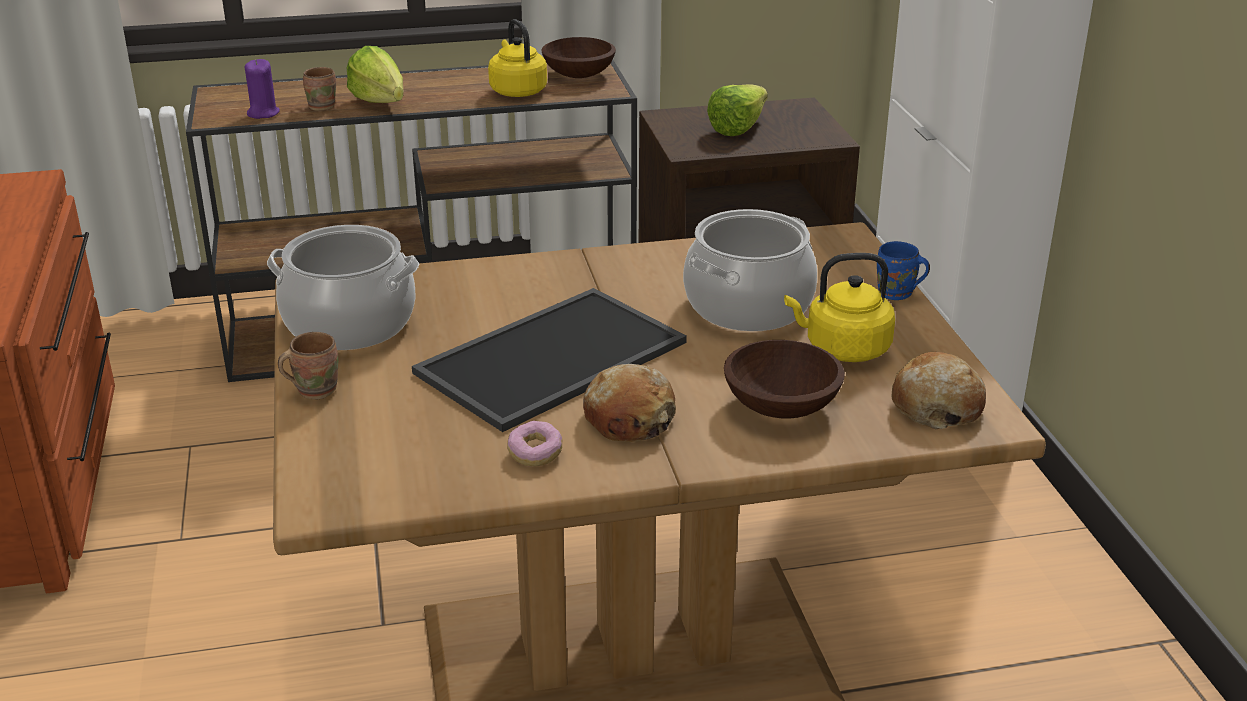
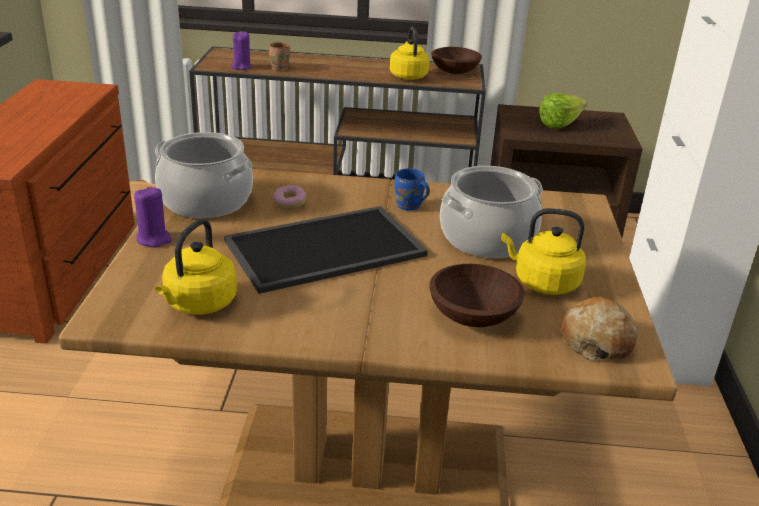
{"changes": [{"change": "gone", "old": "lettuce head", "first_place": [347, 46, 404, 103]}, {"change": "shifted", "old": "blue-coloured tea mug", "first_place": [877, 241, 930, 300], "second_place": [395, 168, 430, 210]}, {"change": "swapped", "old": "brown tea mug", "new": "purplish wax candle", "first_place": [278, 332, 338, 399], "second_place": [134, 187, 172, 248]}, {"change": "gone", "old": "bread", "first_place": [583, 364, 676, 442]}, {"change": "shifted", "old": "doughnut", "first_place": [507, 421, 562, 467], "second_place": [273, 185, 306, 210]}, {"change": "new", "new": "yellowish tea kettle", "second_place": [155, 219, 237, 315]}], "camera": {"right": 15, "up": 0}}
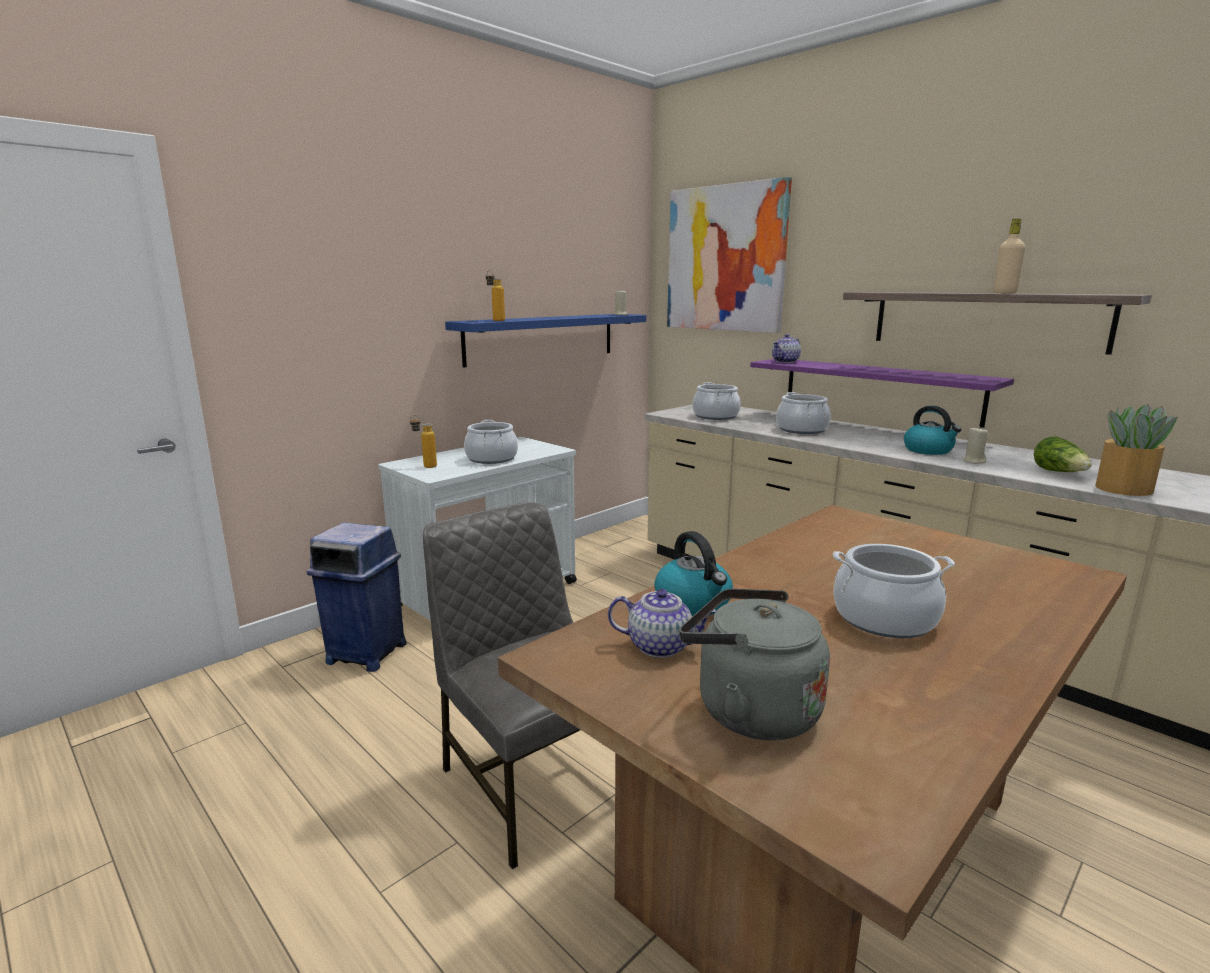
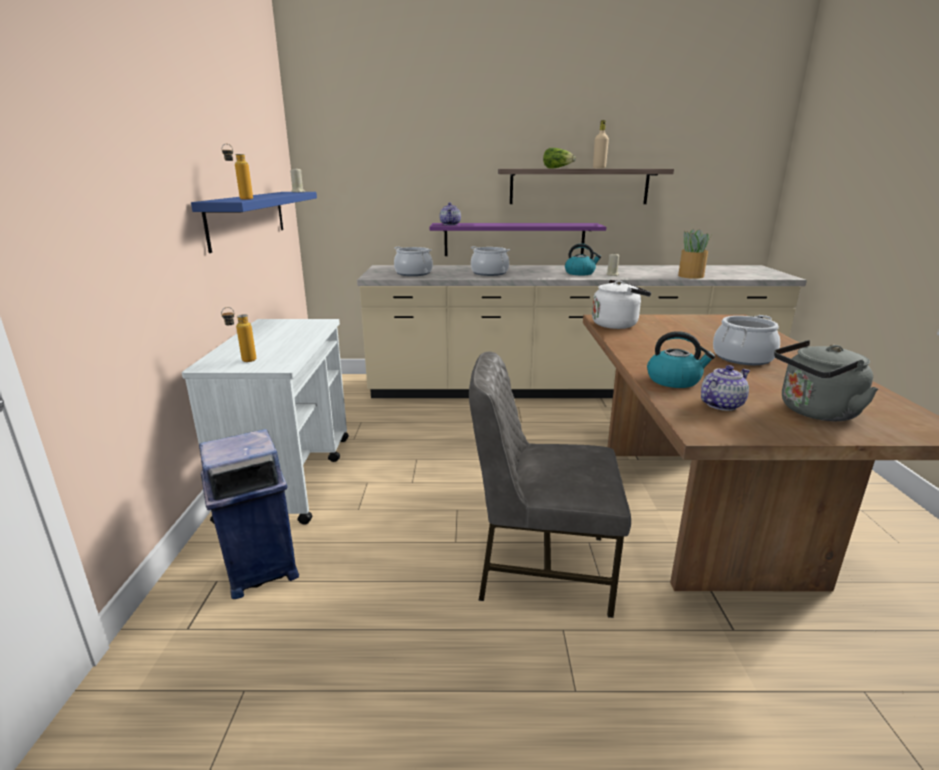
{"changes": [{"change": "gone", "old": "wall art", "first_place": [667, 177, 792, 333]}, {"change": "gone", "old": "cooking pot", "first_place": [464, 420, 518, 464]}, {"change": "shifted", "old": "lettuce head", "first_place": [1034, 436, 1092, 472], "second_place": [543, 148, 576, 169]}, {"change": "new", "new": "white-coloured tea kettle", "second_place": [592, 280, 651, 329]}], "camera": {"right": -45, "up": 5}}
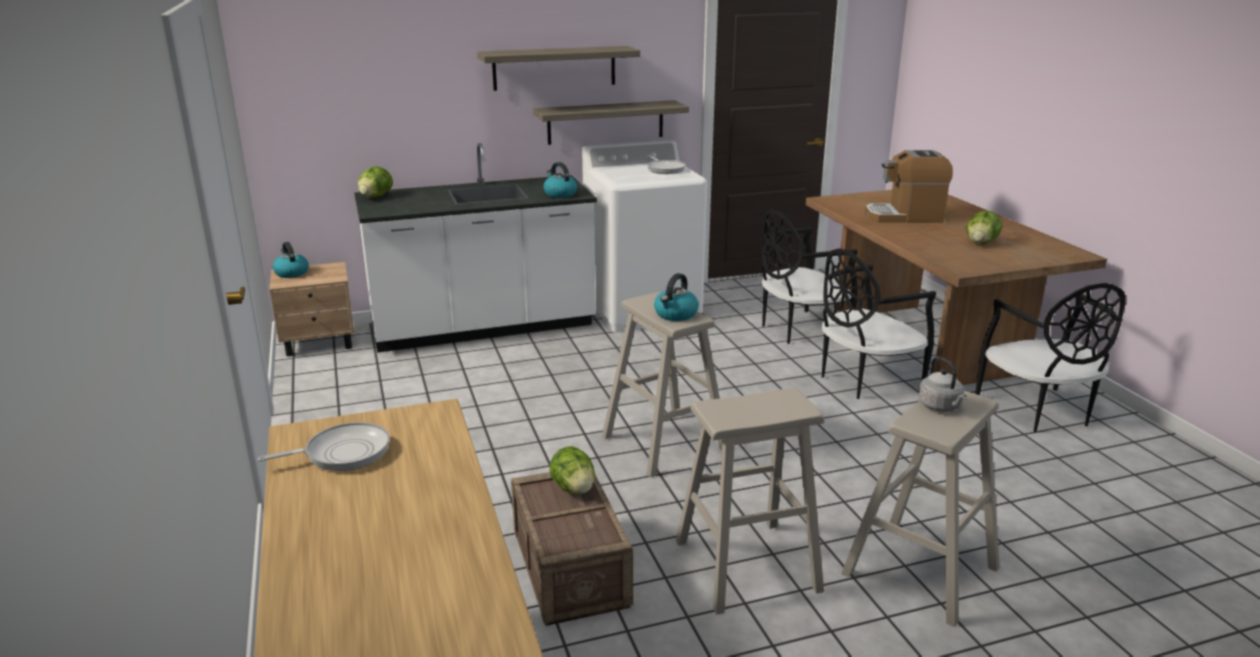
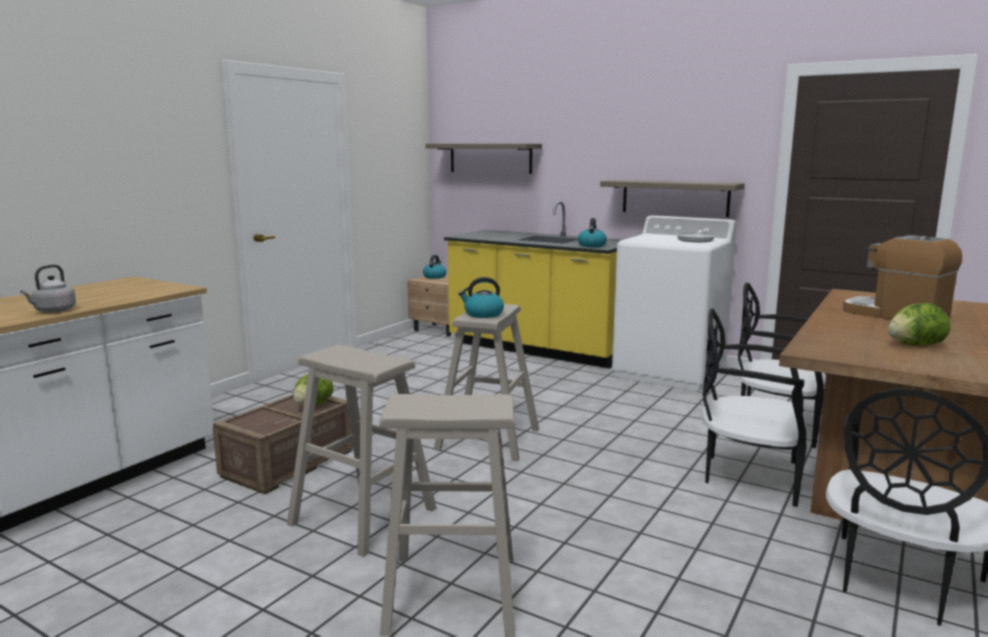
{"changes": [{"change": "shifted", "old": "wall shelf", "first_place": [477, 46, 640, 91], "second_place": [425, 144, 542, 174]}, {"change": "repainted", "old": "white-coloured kitchen counter", "new": "yellowish kitchen counter", "first_place": [354, 143, 597, 353], "second_place": [444, 201, 622, 369]}, {"change": "gone", "old": "lettuce head", "first_place": [358, 166, 393, 198]}, {"change": "shifted", "old": "grey tea kettle", "first_place": [919, 356, 967, 412], "second_place": [20, 265, 76, 312]}, {"change": "gone", "old": "pan", "first_place": [257, 422, 390, 471]}], "camera": {"right": 50, "up": -10}}
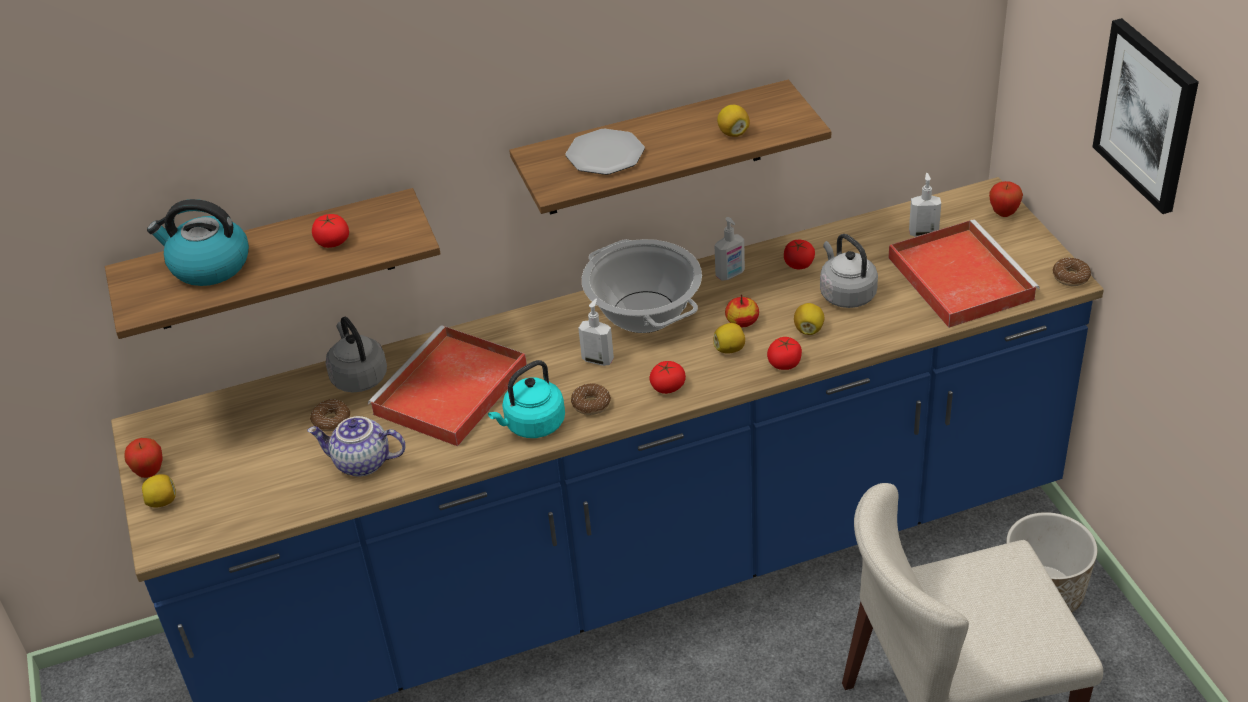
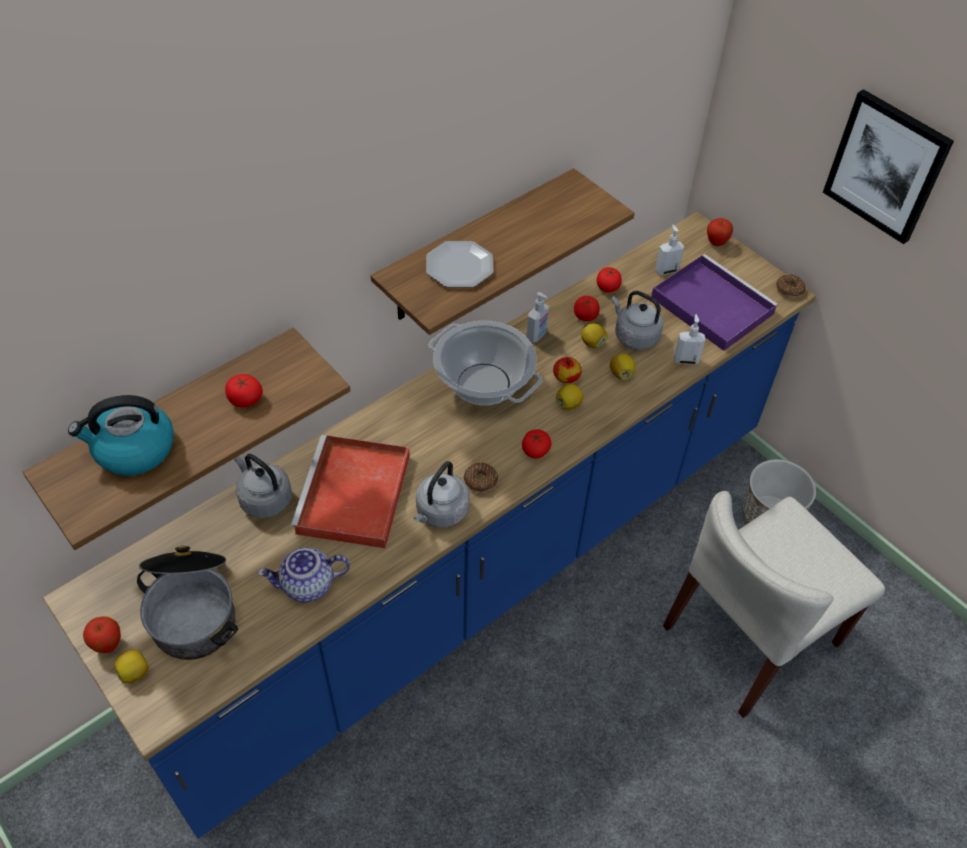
{"changes": [{"change": "shifted", "old": "lemon", "first_place": [717, 105, 750, 137], "second_place": [581, 323, 607, 348]}, {"change": "repainted", "old": "reddish serving tray", "new": "purplish serving tray", "first_place": [889, 219, 1040, 328], "second_place": [651, 254, 778, 351]}, {"change": "shifted", "old": "soap bottle", "first_place": [578, 298, 614, 366], "second_place": [674, 314, 705, 365]}, {"change": "shifted", "old": "fresh tomato", "first_place": [767, 337, 802, 370], "second_place": [597, 267, 622, 292]}, {"change": "repainted", "old": "blue-green tea kettle", "new": "grey tea kettle", "first_place": [488, 360, 565, 438], "second_place": [413, 461, 470, 528]}, {"change": "gone", "old": "doughnut", "first_place": [310, 399, 350, 432]}, {"change": "new", "new": "cooking pot", "second_place": [137, 546, 238, 660]}], "camera": {"right": -25, "up": 10}}
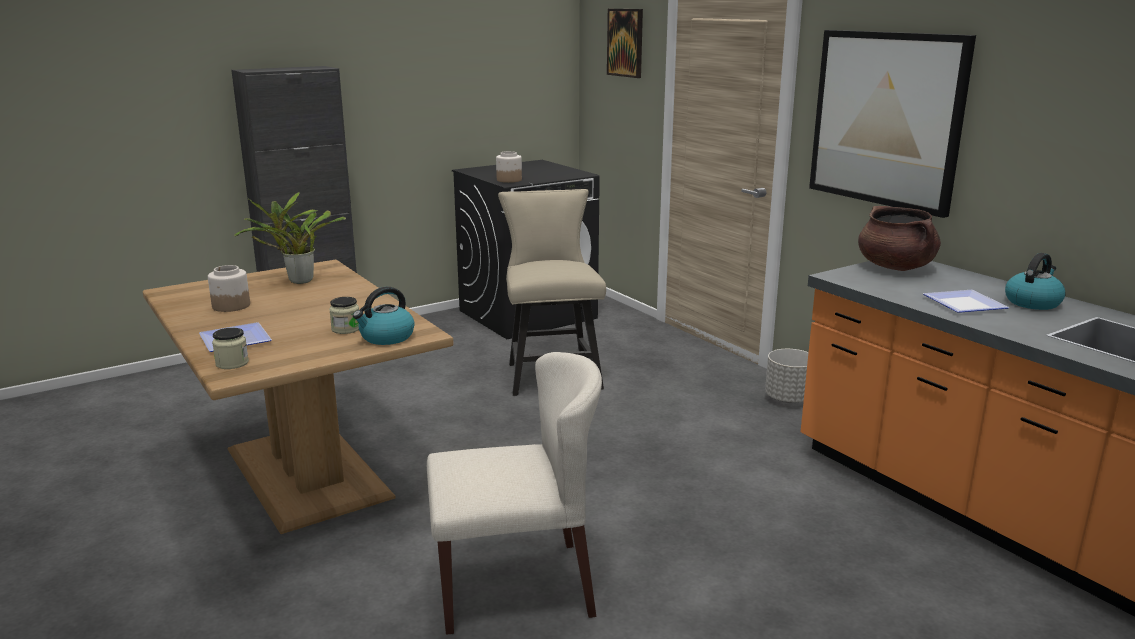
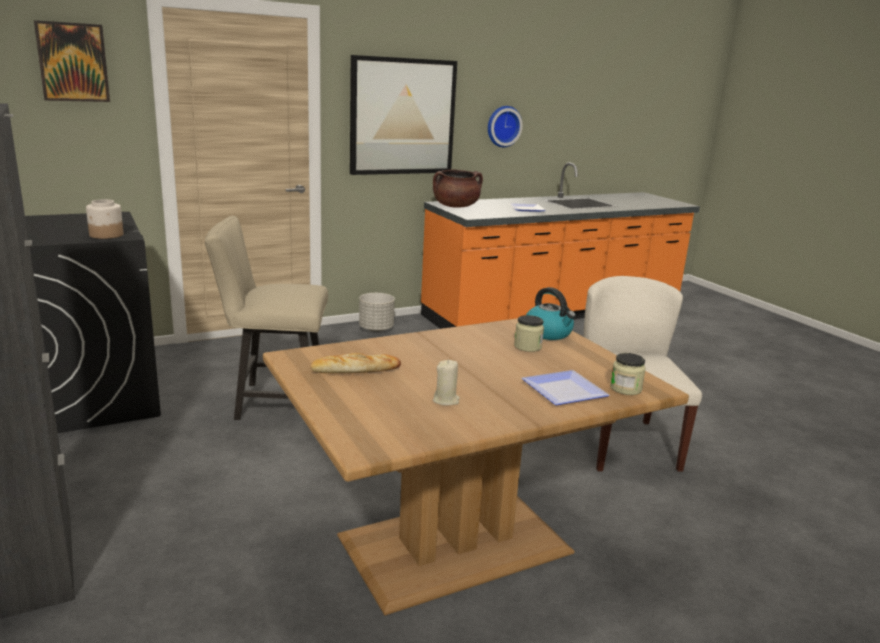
{"changes": [{"change": "swapped", "old": "potted plant", "new": "bread", "first_place": [234, 192, 346, 284], "second_place": [310, 353, 401, 373]}, {"change": "gone", "old": "tea kettle", "first_place": [1005, 253, 1066, 310]}, {"change": "swapped", "old": "storage jar", "new": "beige-coloured wax candle", "first_place": [208, 265, 250, 312], "second_place": [433, 359, 460, 406]}, {"change": "new", "new": "hanging clock", "second_place": [488, 106, 523, 147]}], "camera": {"right": -85, "up": 0}}
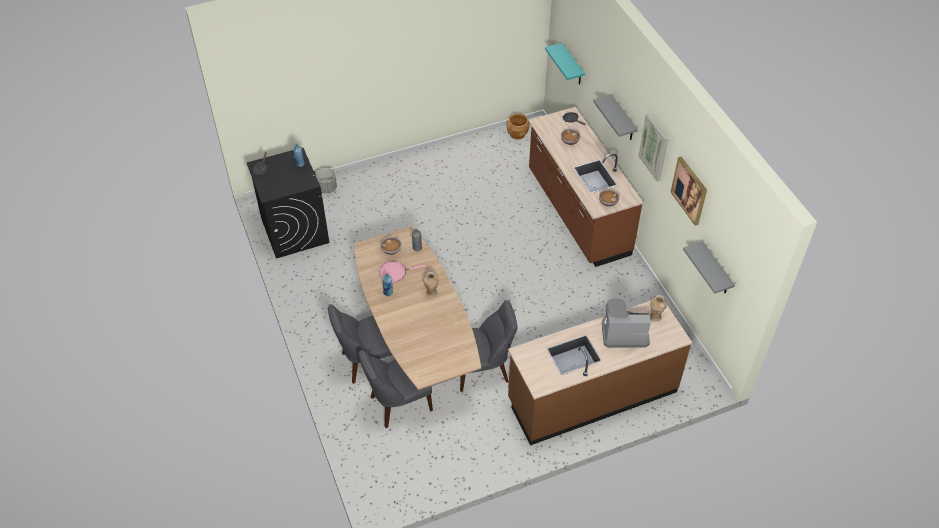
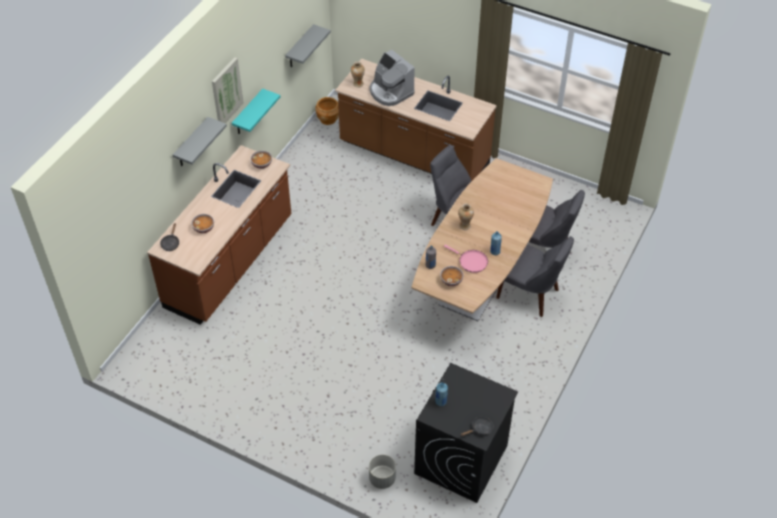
{"changes": [{"change": "shifted", "old": "blue-green wall shelf", "first_place": [545, 43, 585, 85], "second_place": [232, 89, 280, 134]}, {"change": "shifted", "old": "brown plant pot", "first_place": [507, 113, 530, 140], "second_place": [315, 97, 339, 125]}, {"change": "gone", "old": "wall art", "first_place": [670, 157, 707, 226]}], "camera": {"right": -130, "up": 0}}
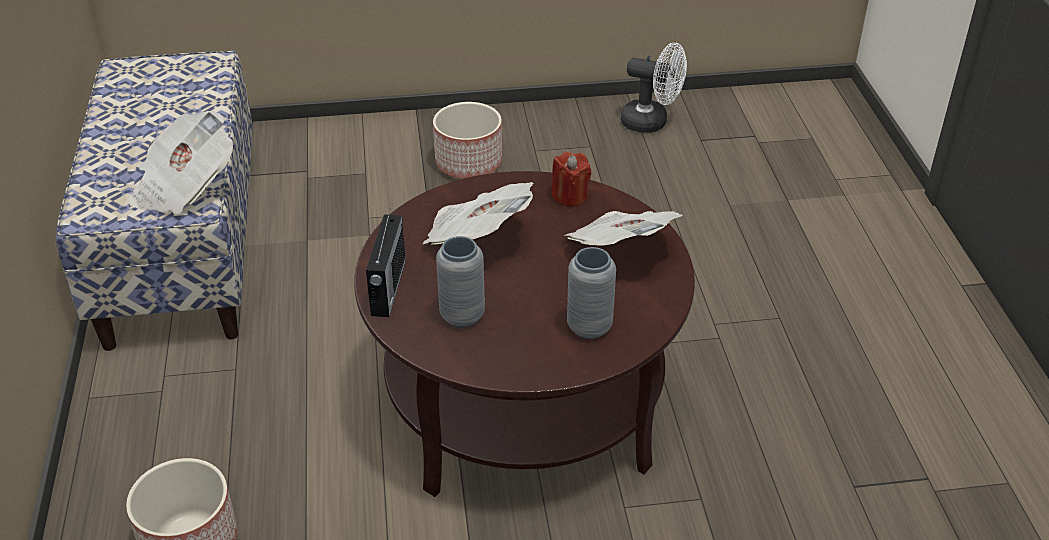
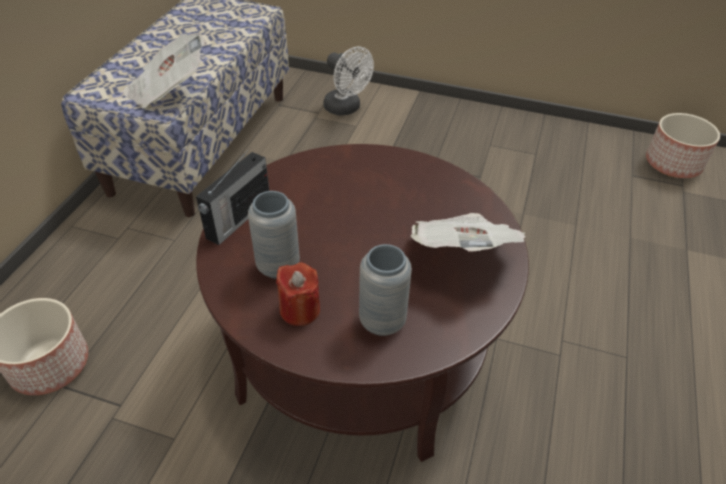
{"changes": [{"change": "shifted", "old": "white-coloured electric fan", "first_place": [621, 43, 687, 133], "second_place": [324, 46, 374, 115]}, {"change": "shifted", "old": "plant pot", "first_place": [433, 102, 502, 179], "second_place": [646, 113, 720, 178]}, {"change": "shifted", "old": "reddish wax candle", "first_place": [552, 152, 591, 207], "second_place": [276, 262, 320, 326]}, {"change": "gone", "old": "daily paper", "first_place": [423, 182, 533, 245]}], "camera": {"right": 25, "up": 5}}
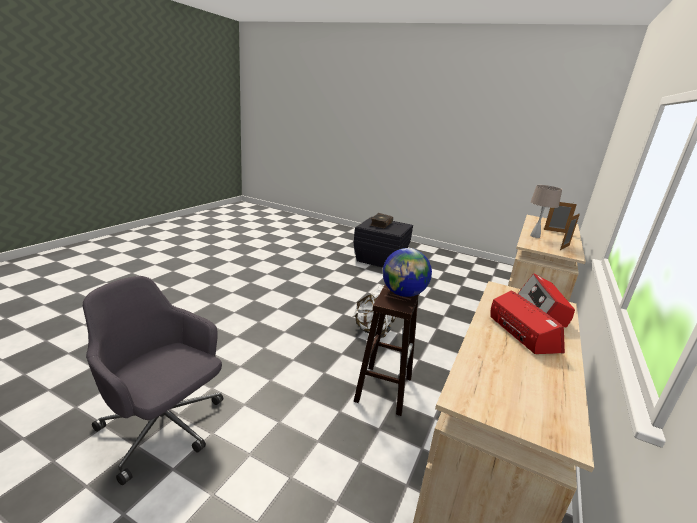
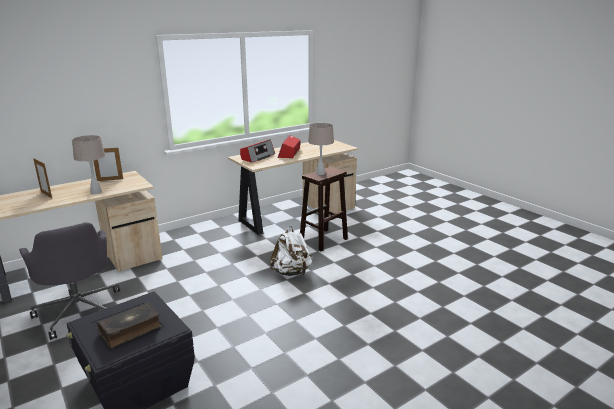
{"changes": [{"change": "swapped", "old": "globe", "new": "beige-coloured table lamp", "first_place": [383, 248, 432, 297], "second_place": [308, 123, 334, 175]}, {"change": "shifted", "old": "grey desk chair", "first_place": [83, 276, 223, 485], "second_place": [19, 222, 120, 340]}], "camera": {"right": -150, "up": 0}}
